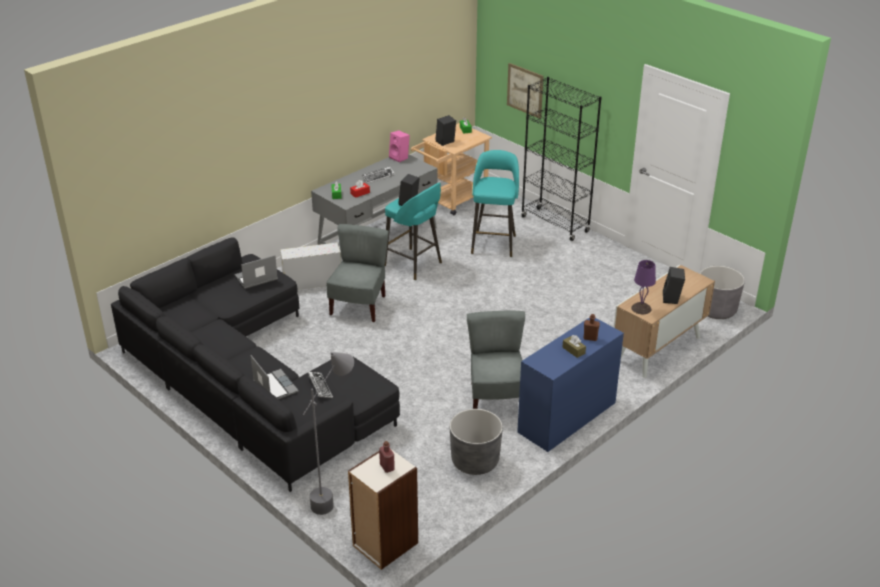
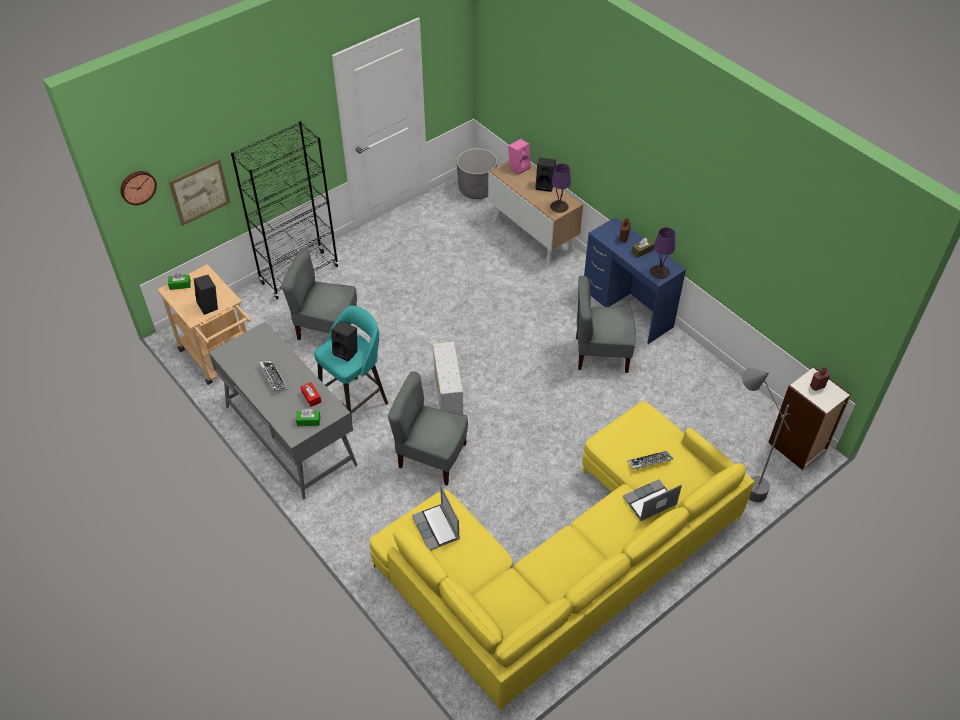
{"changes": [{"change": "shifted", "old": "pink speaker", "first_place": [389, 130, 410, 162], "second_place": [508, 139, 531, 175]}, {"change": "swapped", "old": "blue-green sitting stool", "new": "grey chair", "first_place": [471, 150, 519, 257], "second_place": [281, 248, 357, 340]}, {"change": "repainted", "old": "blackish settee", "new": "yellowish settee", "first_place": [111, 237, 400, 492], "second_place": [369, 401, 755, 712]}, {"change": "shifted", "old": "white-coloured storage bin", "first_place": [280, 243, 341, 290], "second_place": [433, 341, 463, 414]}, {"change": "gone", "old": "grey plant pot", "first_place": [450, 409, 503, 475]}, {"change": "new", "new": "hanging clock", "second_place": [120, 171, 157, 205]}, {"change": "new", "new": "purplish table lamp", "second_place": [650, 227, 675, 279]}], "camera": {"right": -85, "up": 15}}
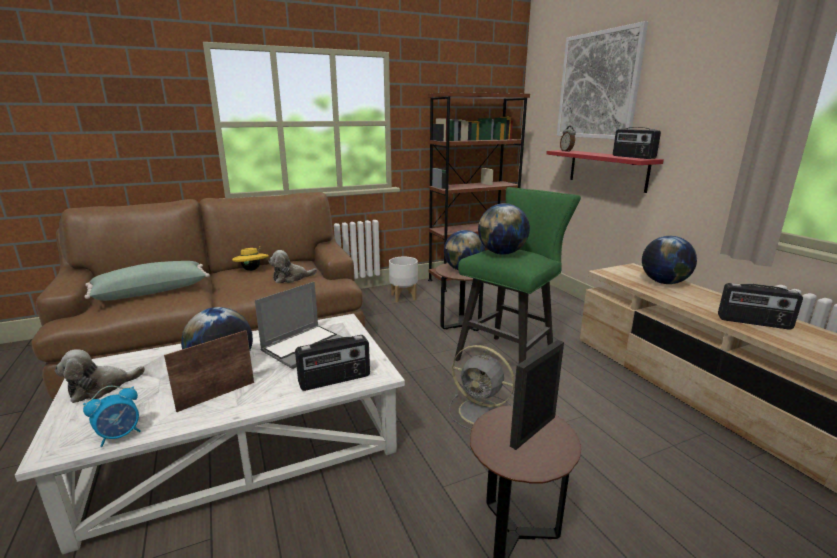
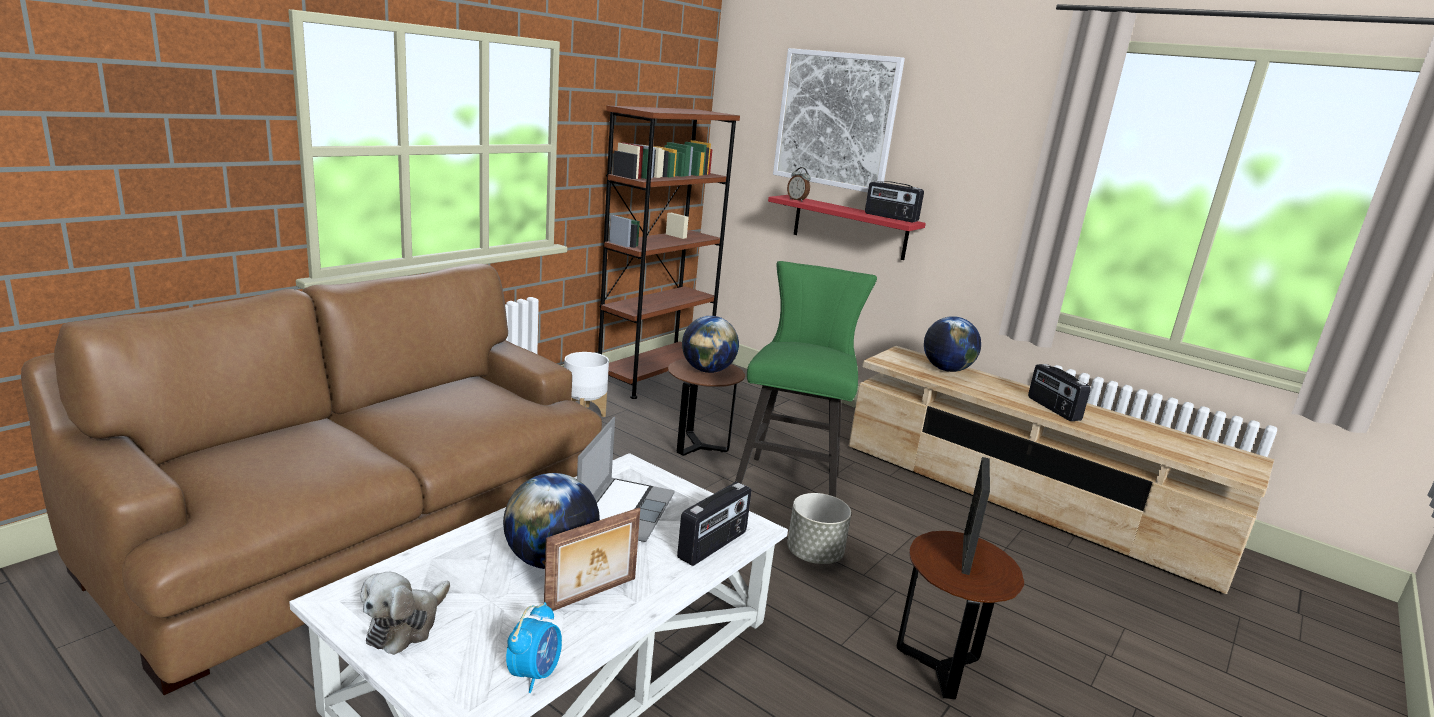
{"changes": [{"change": "gone", "old": "globe", "first_place": [478, 203, 530, 254]}, {"change": "gone", "old": "yellowish clothing hat", "first_place": [232, 247, 269, 271]}, {"change": "gone", "old": "soft toy", "first_place": [269, 250, 317, 283]}, {"change": "gone", "old": "green-coloured throw pillow", "first_place": [84, 261, 210, 301]}, {"change": "rotated", "old": "radio set", "first_place": [718, 283, 803, 330], "second_place": [1028, 364, 1091, 421], "degrees": 75}, {"change": "rotated", "old": "photo frame", "first_place": [164, 330, 254, 412], "second_place": [544, 508, 640, 611], "degrees": -150}, {"change": "swapped", "old": "grey electric fan", "new": "grey plant pot", "first_place": [449, 345, 515, 430], "second_place": [787, 493, 851, 564]}], "camera": {"right": -30, "up": 0}}
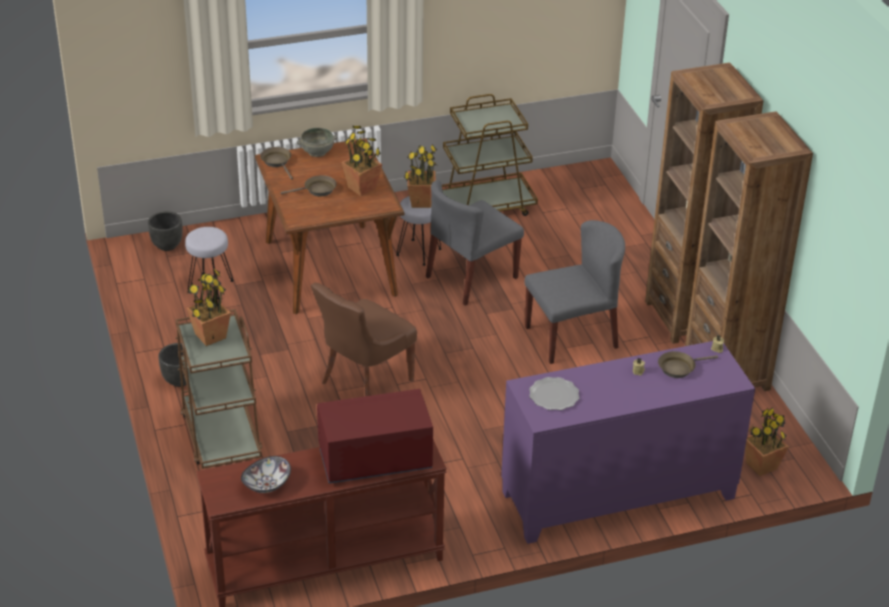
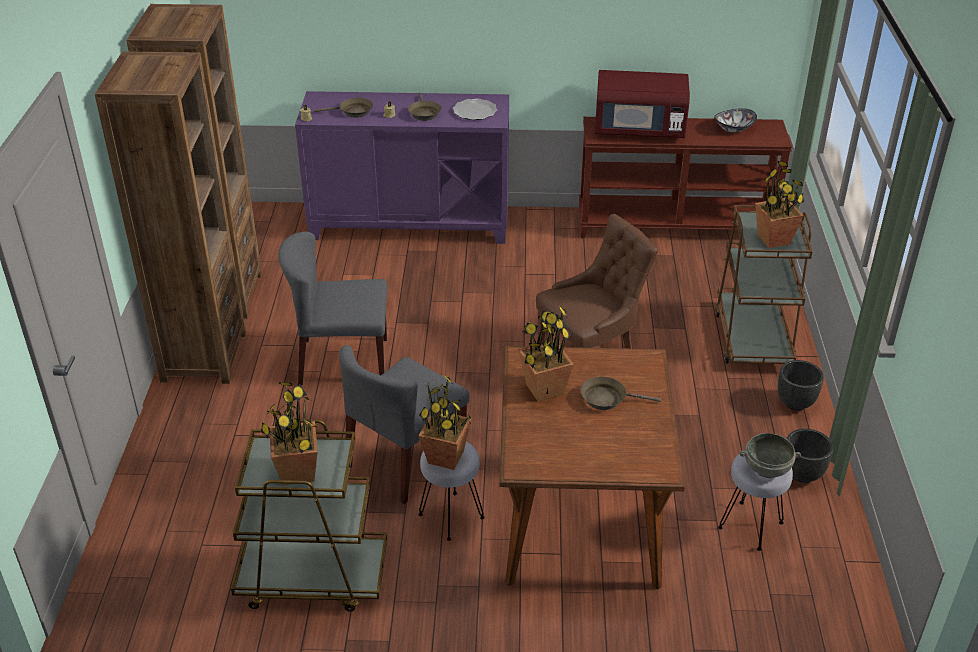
{"changes": [{"change": "shifted", "old": "grey bowl", "first_place": [297, 128, 337, 157], "second_place": [739, 433, 801, 478]}, {"change": "shifted", "old": "brown pan", "first_place": [260, 147, 293, 180], "second_place": [408, 93, 442, 121]}, {"change": "rotated", "old": "grey chair", "first_place": [426, 180, 524, 306], "second_place": [339, 345, 469, 504], "degrees": 150}, {"change": "shifted", "old": "blackish plant pot", "first_place": [148, 211, 182, 251], "second_place": [786, 429, 833, 483]}, {"change": "shifted", "old": "potted plant", "first_place": [745, 407, 789, 476], "second_place": [261, 382, 318, 485]}], "camera": {"right": -160, "up": 0}}
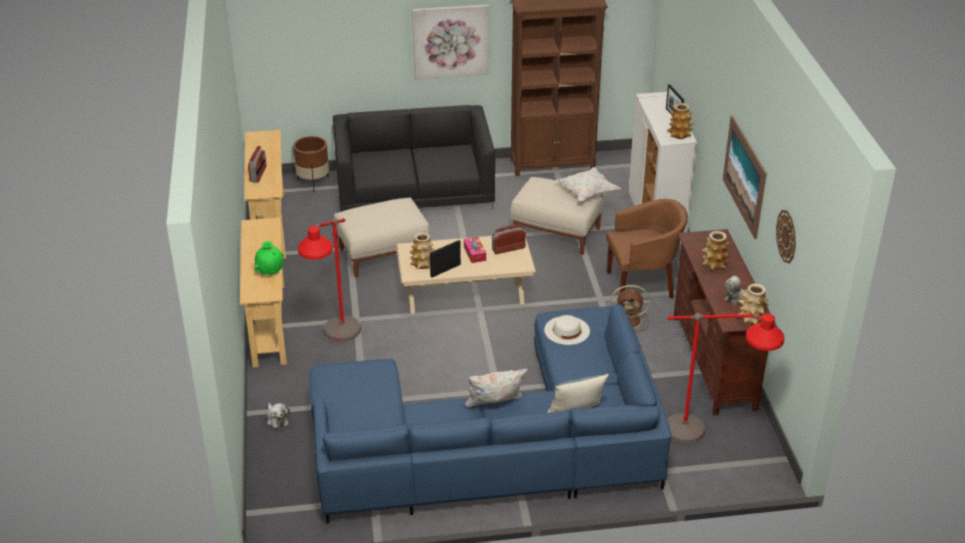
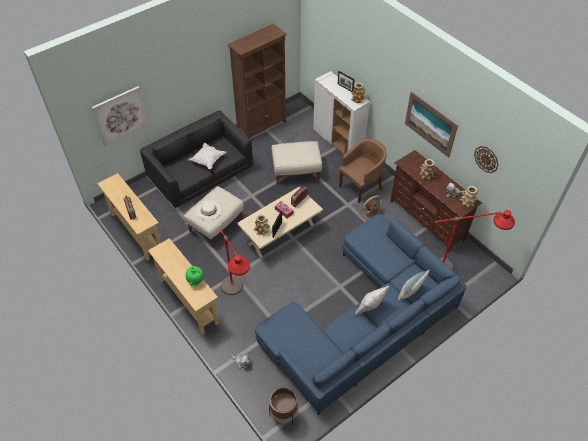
{"changes": [{"change": "shifted", "old": "wall art", "first_place": [412, 5, 489, 80], "second_place": [92, 86, 149, 146]}, {"change": "shifted", "old": "brown plant pot", "first_place": [293, 136, 329, 189], "second_place": [269, 387, 297, 425]}, {"change": "shifted", "old": "white-coloured throw pillow", "first_place": [556, 167, 621, 201], "second_place": [188, 142, 226, 169]}, {"change": "shifted", "old": "white-coloured clothing hat", "first_place": [544, 315, 590, 345], "second_place": [196, 201, 221, 220]}], "camera": {"right": -30, "up": 15}}
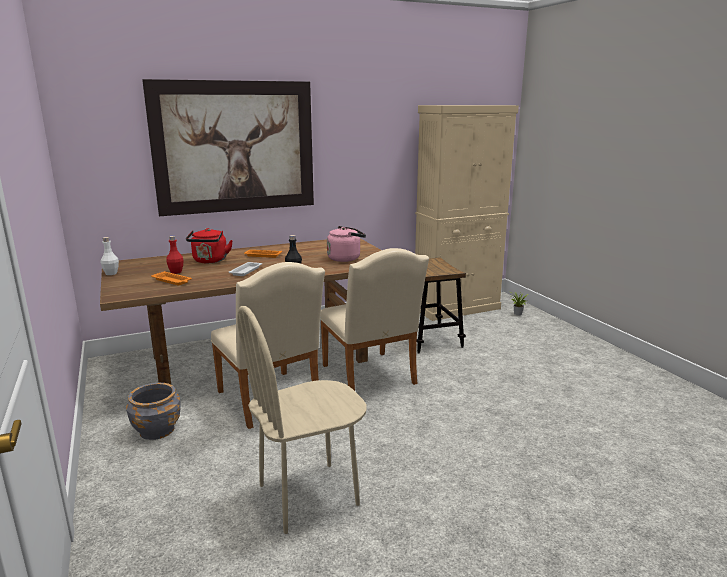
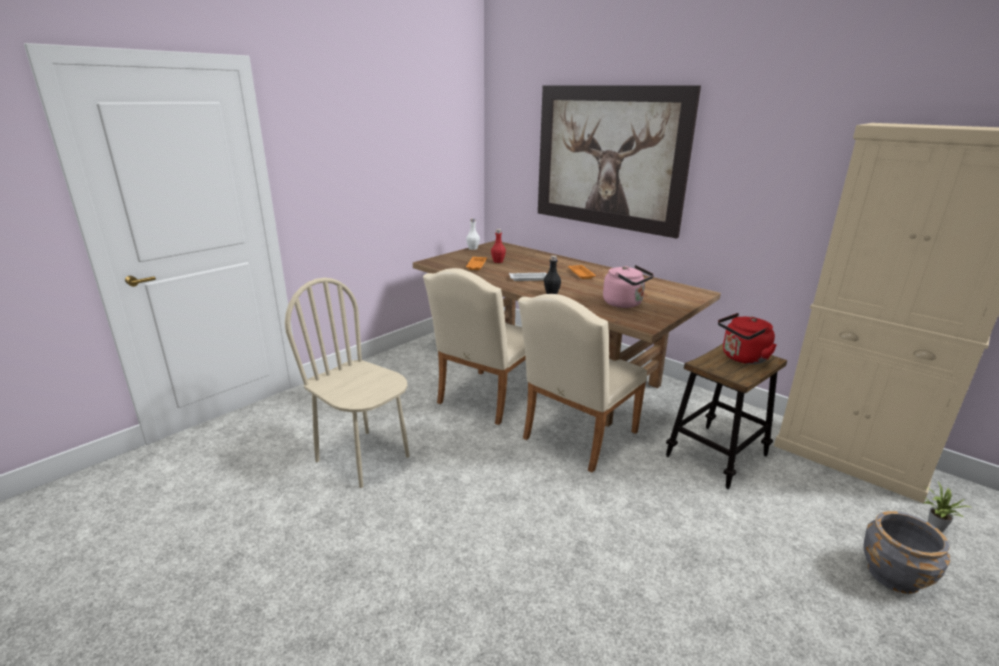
{"changes": [{"change": "shifted", "old": "reddish tea kettle", "first_place": [186, 228, 233, 263], "second_place": [718, 313, 777, 364]}, {"change": "shifted", "old": "grey plant pot", "first_place": [126, 383, 181, 440], "second_place": [863, 511, 950, 594]}], "camera": {"right": 65, "up": 5}}
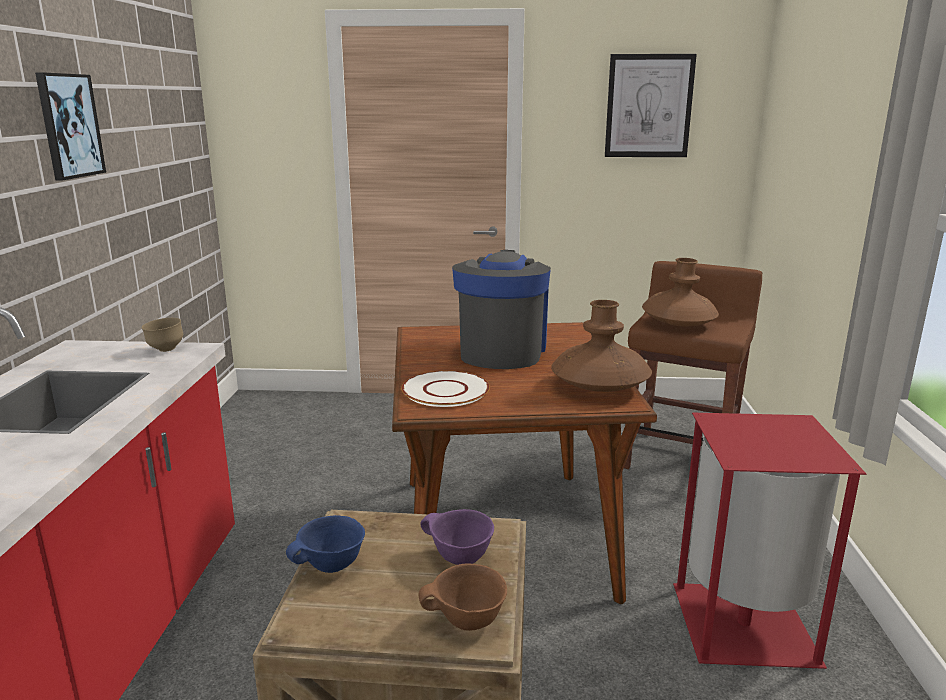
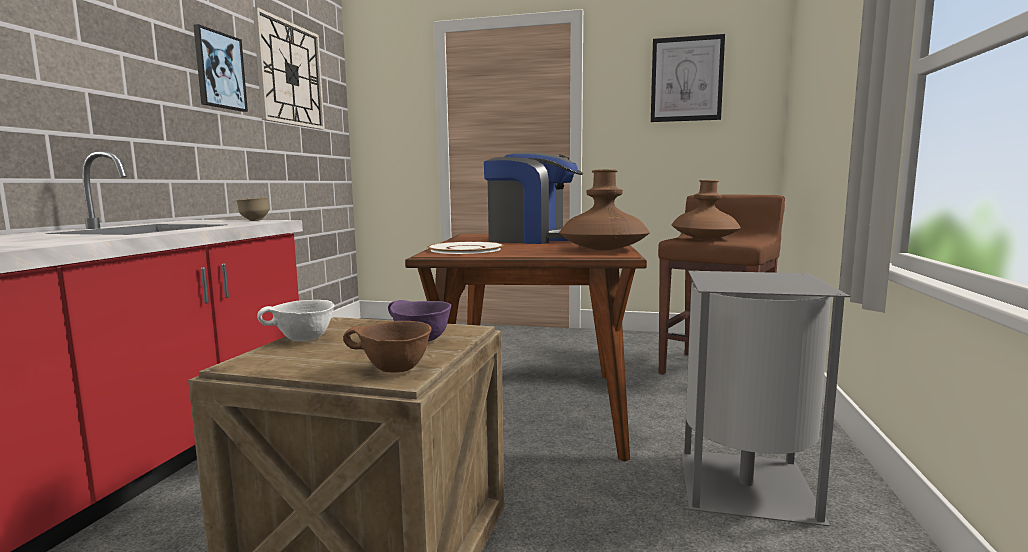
{"changes": [{"change": "rotated", "old": "coffee machine", "first_place": [452, 250, 551, 369], "second_place": [484, 152, 583, 244], "degrees": 90}, {"change": "repainted", "old": "reddish rubbish bin", "new": "grey rubbish bin", "first_place": [673, 413, 866, 669], "second_place": [681, 271, 850, 526]}, {"change": "repainted", "old": "blue-coloured bowl", "new": "white-coloured bowl", "first_place": [286, 515, 365, 573], "second_place": [257, 300, 335, 341]}, {"change": "new", "new": "hanging clock", "second_place": [253, 7, 325, 130]}], "camera": {"right": 10, "up": -10}}
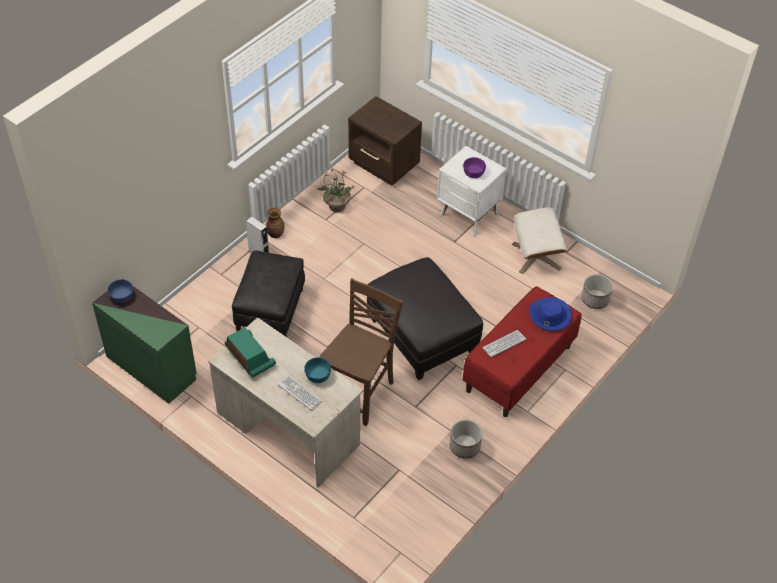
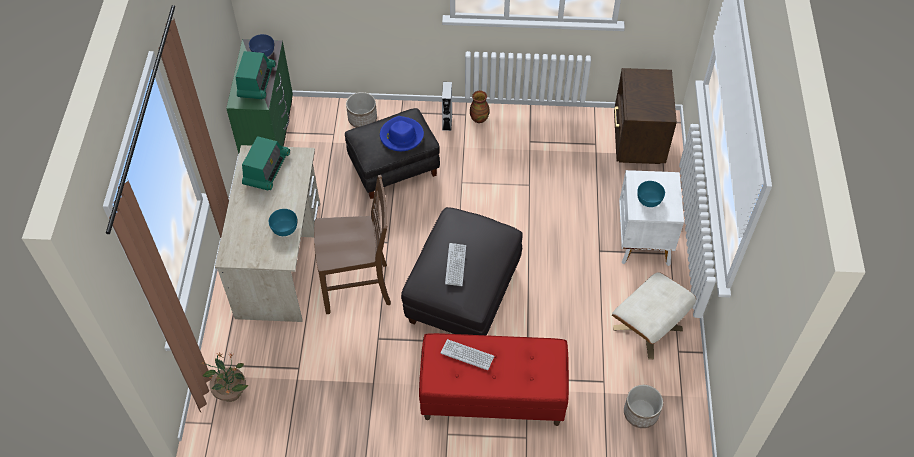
{"changes": [{"change": "repainted", "old": "purplish bowl", "new": "blue-green bowl", "first_place": [463, 157, 486, 178], "second_place": [637, 181, 665, 207]}, {"change": "shifted", "old": "potted plant", "first_place": [316, 168, 356, 212], "second_place": [201, 352, 248, 402]}, {"change": "shifted", "old": "blue-coloured clothing hat", "first_place": [529, 297, 572, 331], "second_place": [380, 116, 424, 151]}, {"change": "shifted", "old": "computer keyboard", "first_place": [278, 376, 322, 410], "second_place": [445, 243, 466, 286]}, {"change": "shifted", "old": "plant pot", "first_place": [450, 420, 483, 459], "second_place": [346, 92, 377, 128]}, {"change": "new", "new": "radio set", "second_place": [236, 51, 275, 99]}], "camera": {"right": 55, "up": 5}}
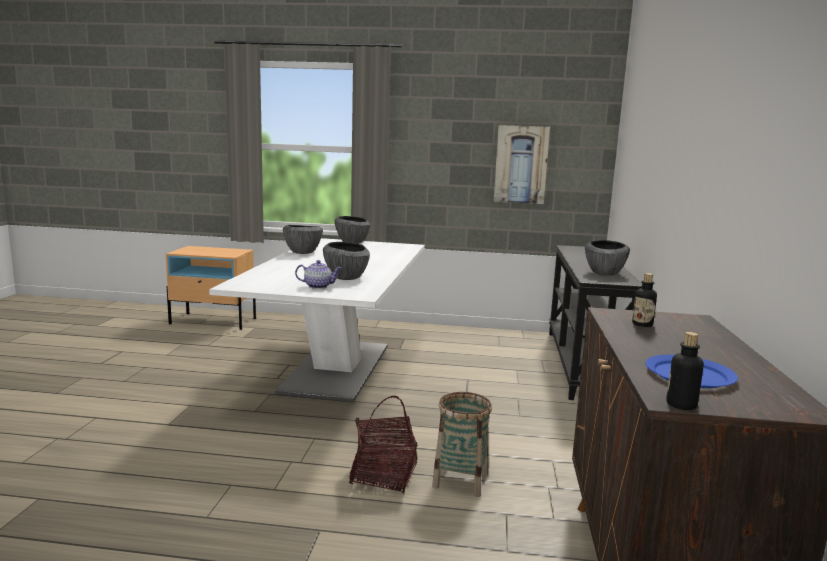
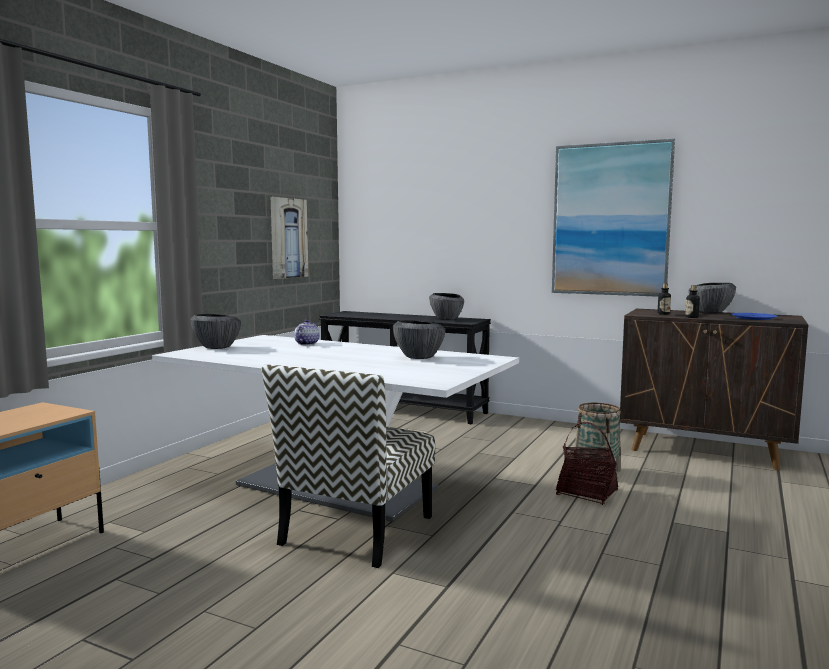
{"changes": [{"change": "shifted", "old": "bowl", "first_place": [283, 225, 323, 254], "second_place": [689, 283, 736, 314]}, {"change": "shifted", "old": "teapot", "first_place": [295, 260, 341, 289], "second_place": [294, 320, 319, 345]}, {"change": "shifted", "old": "drink bottle", "first_place": [666, 332, 704, 410], "second_place": [685, 285, 700, 318]}, {"change": "new", "new": "wall art", "second_place": [552, 139, 675, 297]}, {"change": "new", "new": "chair", "second_place": [262, 365, 435, 568]}], "camera": {"right": -70, "up": -5}}
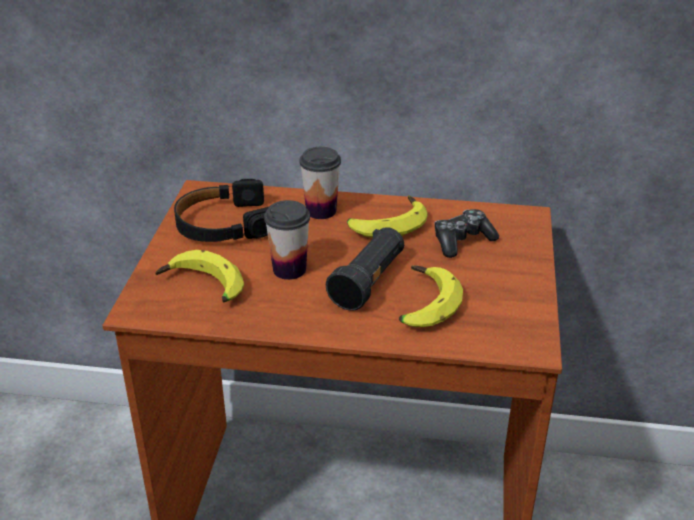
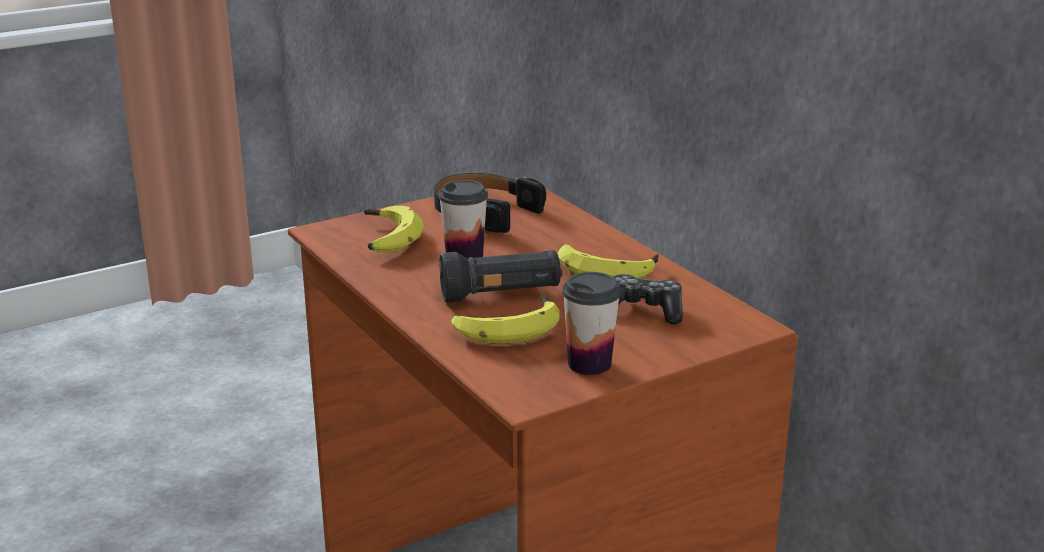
{"changes": [{"change": "shifted", "old": "cup", "first_place": [299, 147, 341, 219], "second_place": [562, 272, 621, 375]}], "camera": {"right": 50, "up": -10}}
